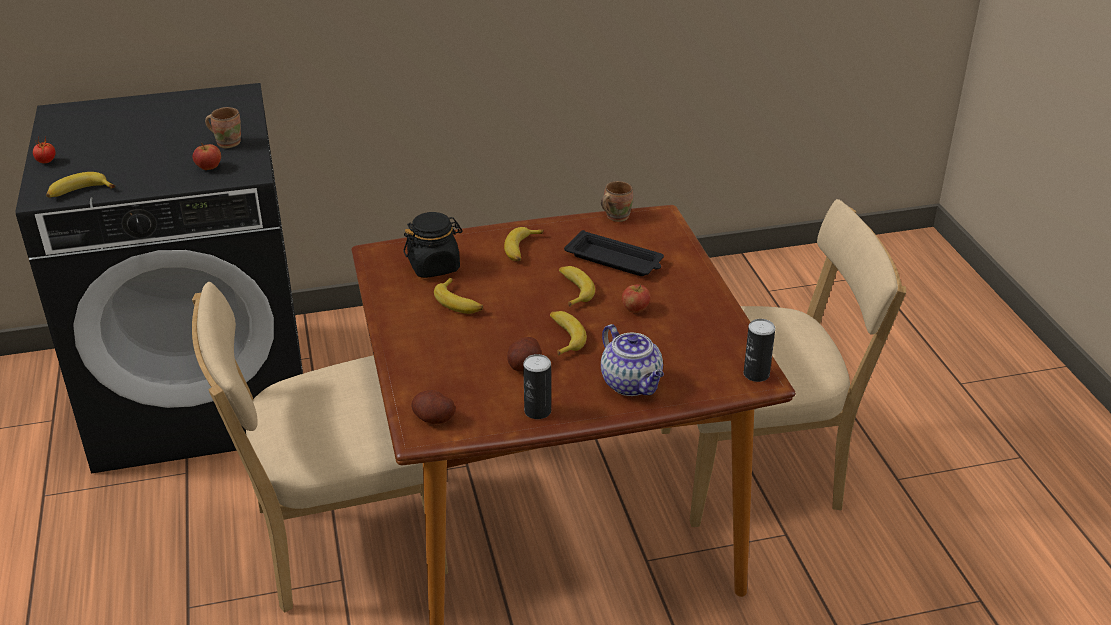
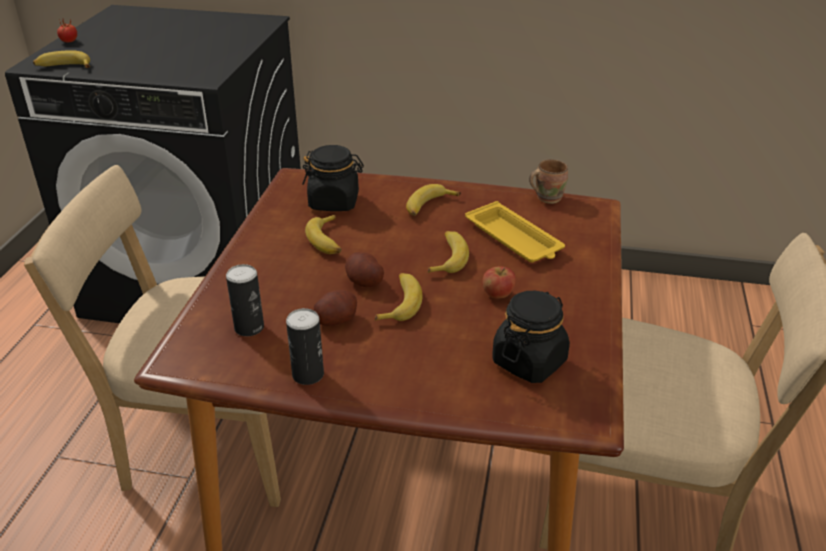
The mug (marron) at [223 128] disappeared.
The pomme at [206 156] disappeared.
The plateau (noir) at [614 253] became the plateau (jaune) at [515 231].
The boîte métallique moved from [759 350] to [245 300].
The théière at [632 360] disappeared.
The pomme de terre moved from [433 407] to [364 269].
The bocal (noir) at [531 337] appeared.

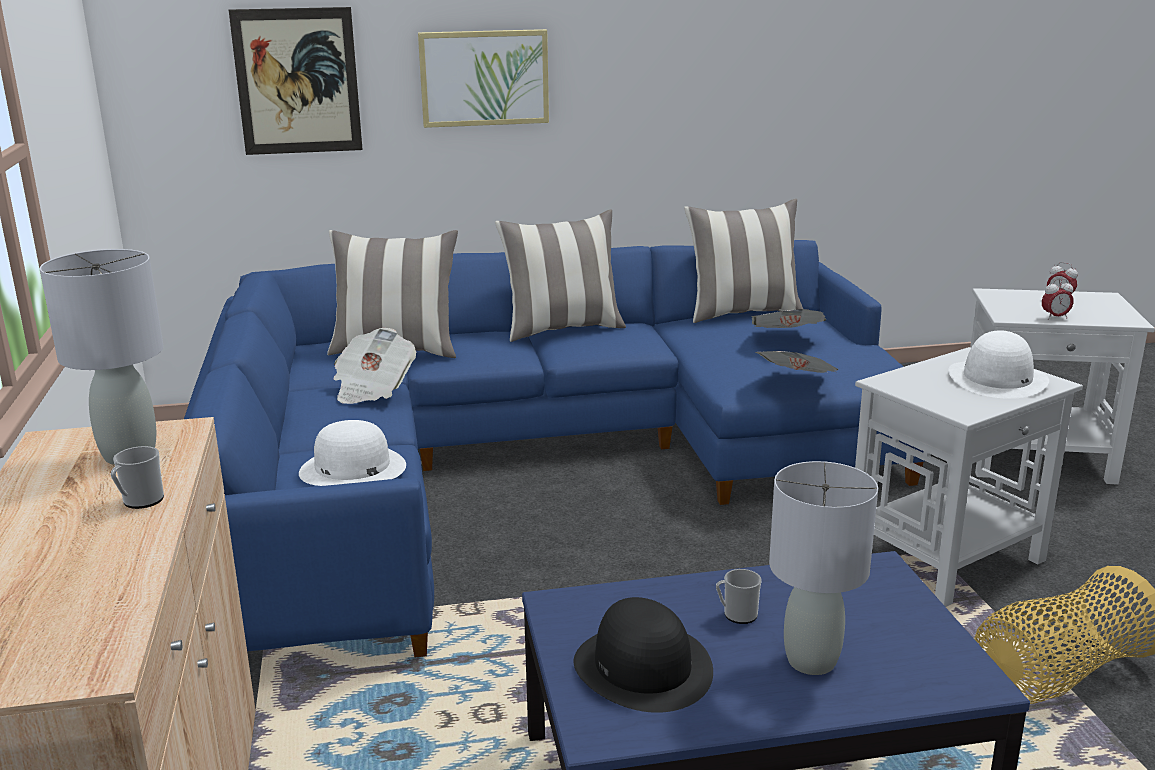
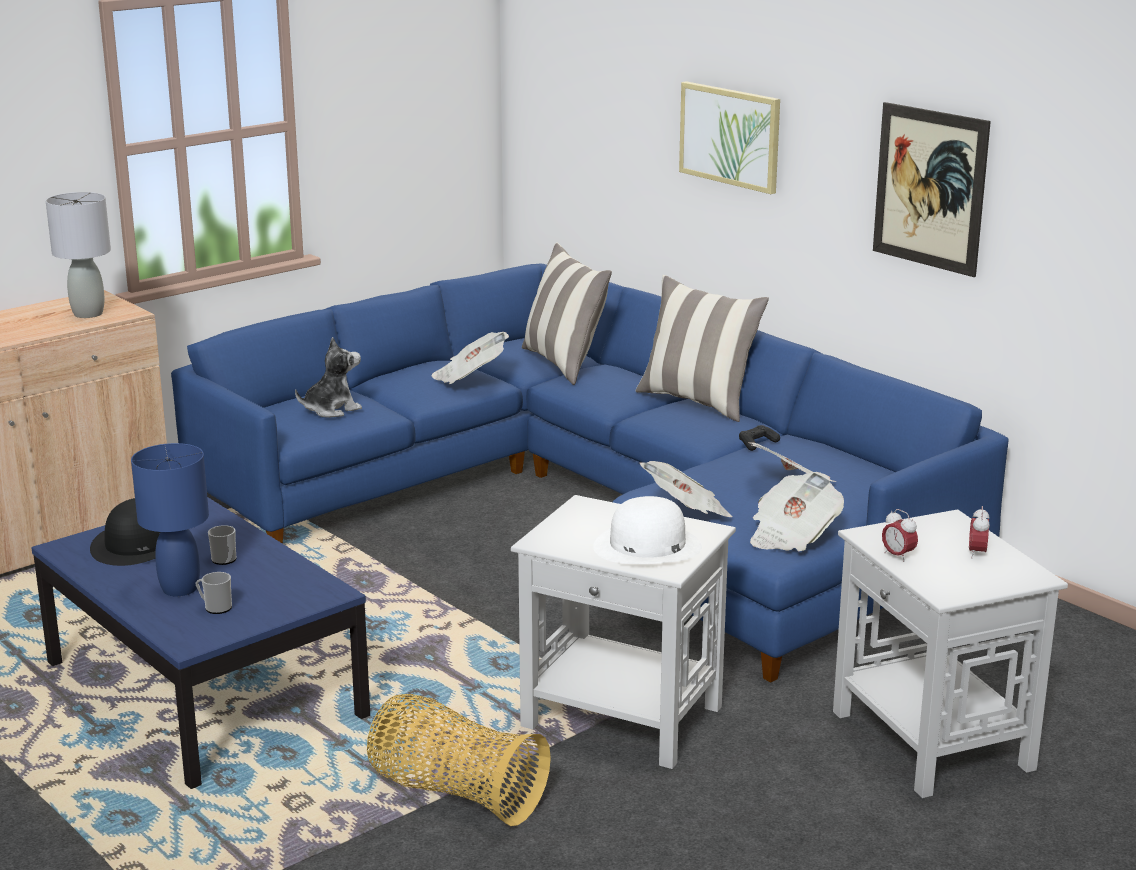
The tableau moved from [296 81] to [932 189].
The coussin at [743 261] disappeared.
The chapeau (blanc) at [352 453] was replaced by the peluche at [328 377].
The mug moved from [137 477] to [213 593].
The lampe de table (gris) at [823 568] became the lampe de table (bleu) at [170 520].
The manette (noir) at [759 438] appeared.
The journal at [797 511] appeared.

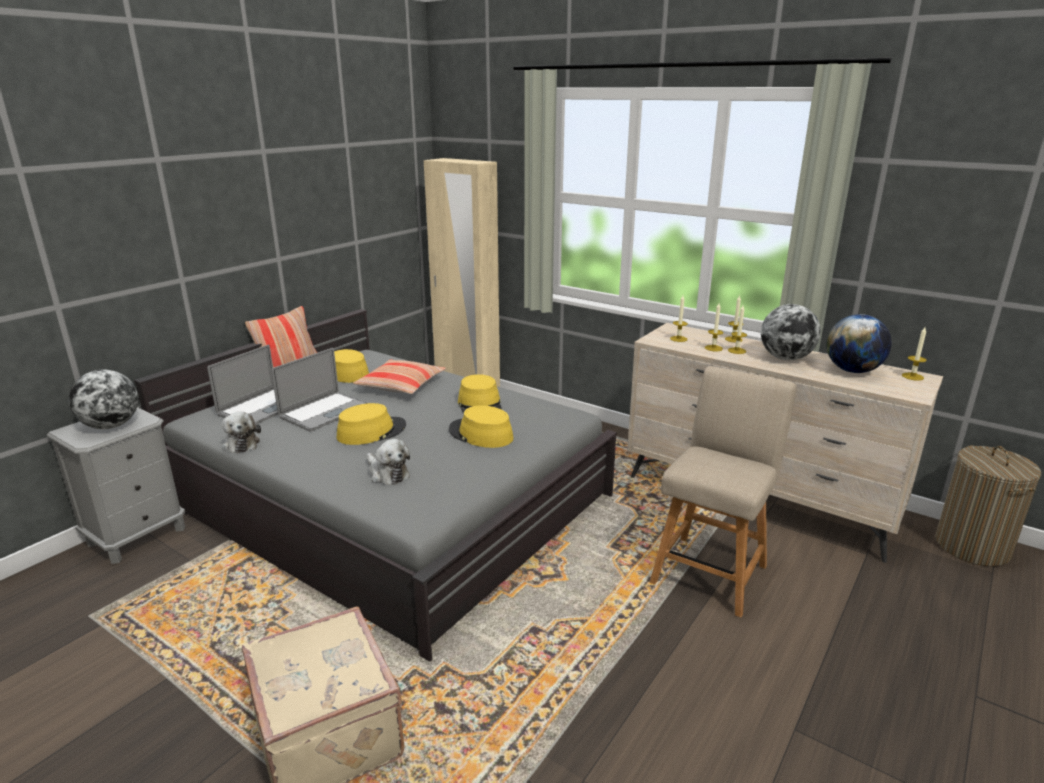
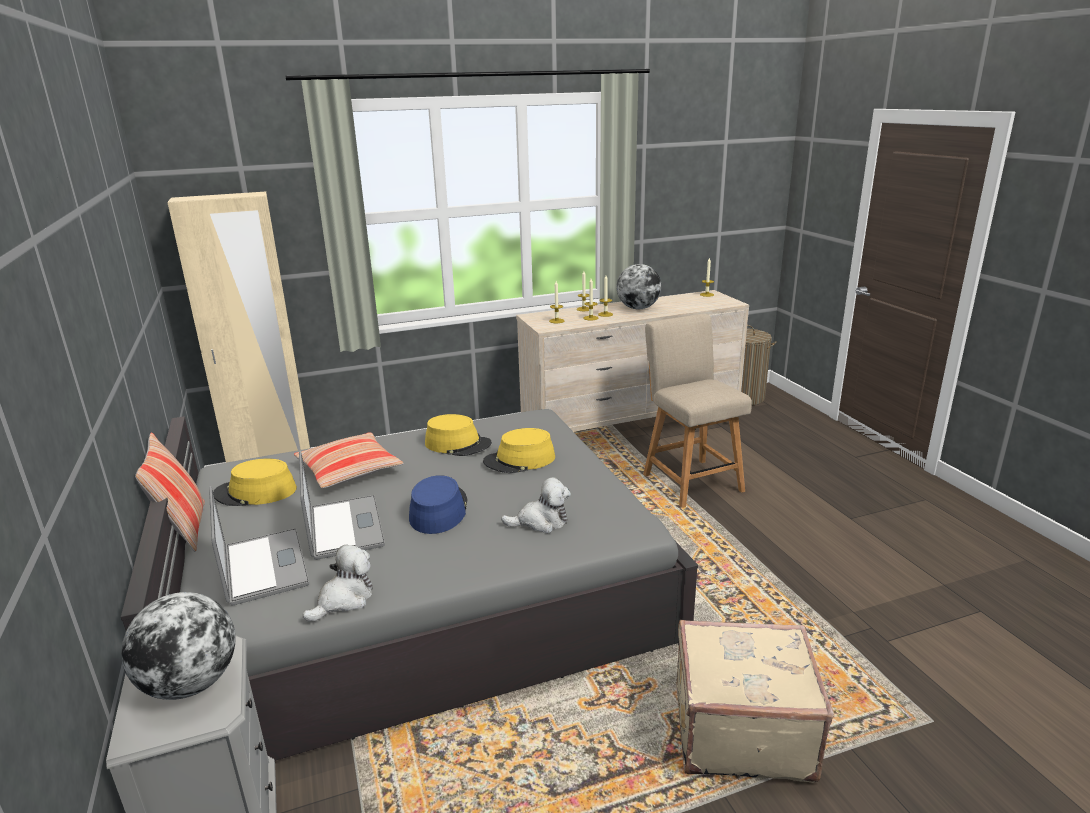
The globe at [859 343] disappeared.
The chapeau (jaune) at [371 424] became the chapeau (bleu) at [438 504].
The peluche at [241 432] turned 60 degrees counterclockwise.

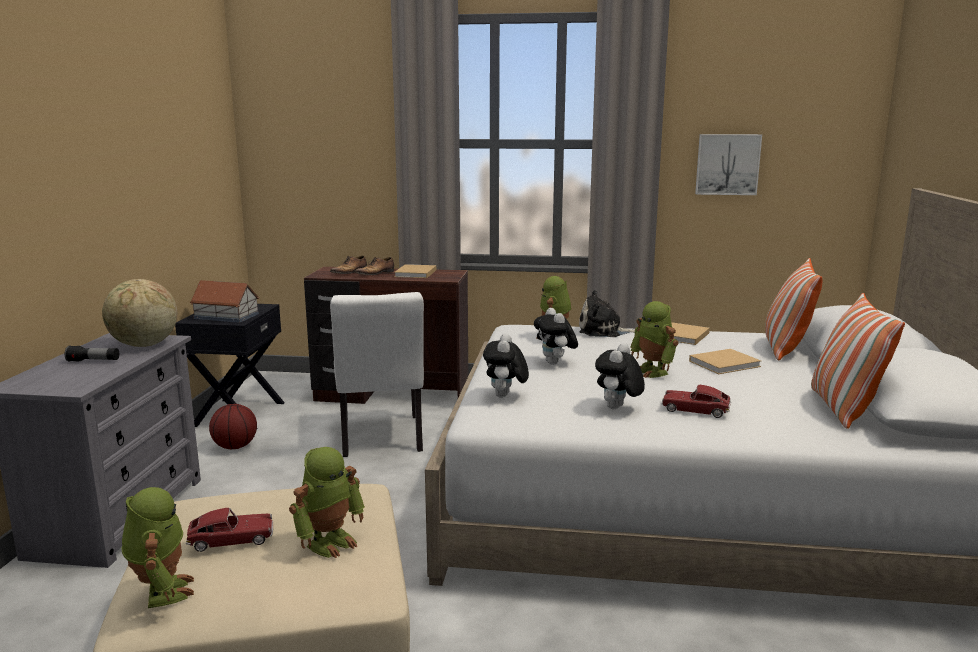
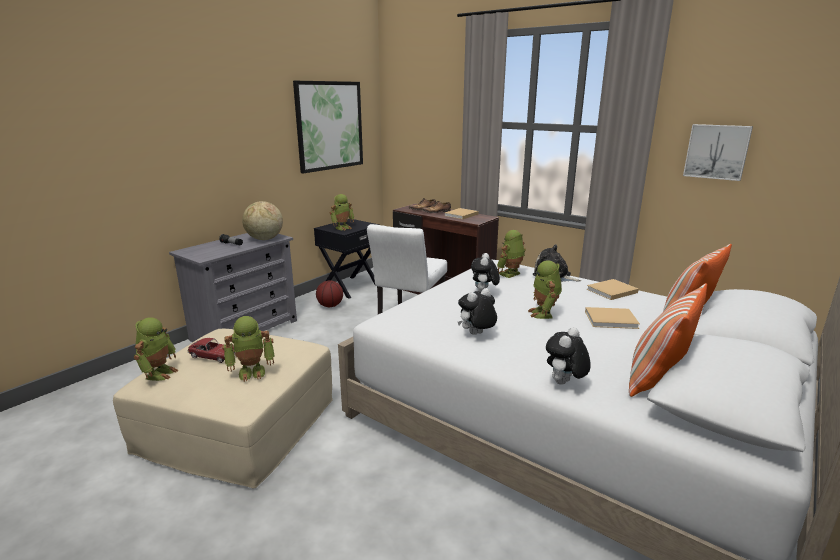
The maison miniature at [225 301] was replaced by the robot jouet at [342 212].
The peluche moved from [506 365] to [568 356].
The petite voiture at [696 401] disappeared.
The tableau at [328 127] appeared.

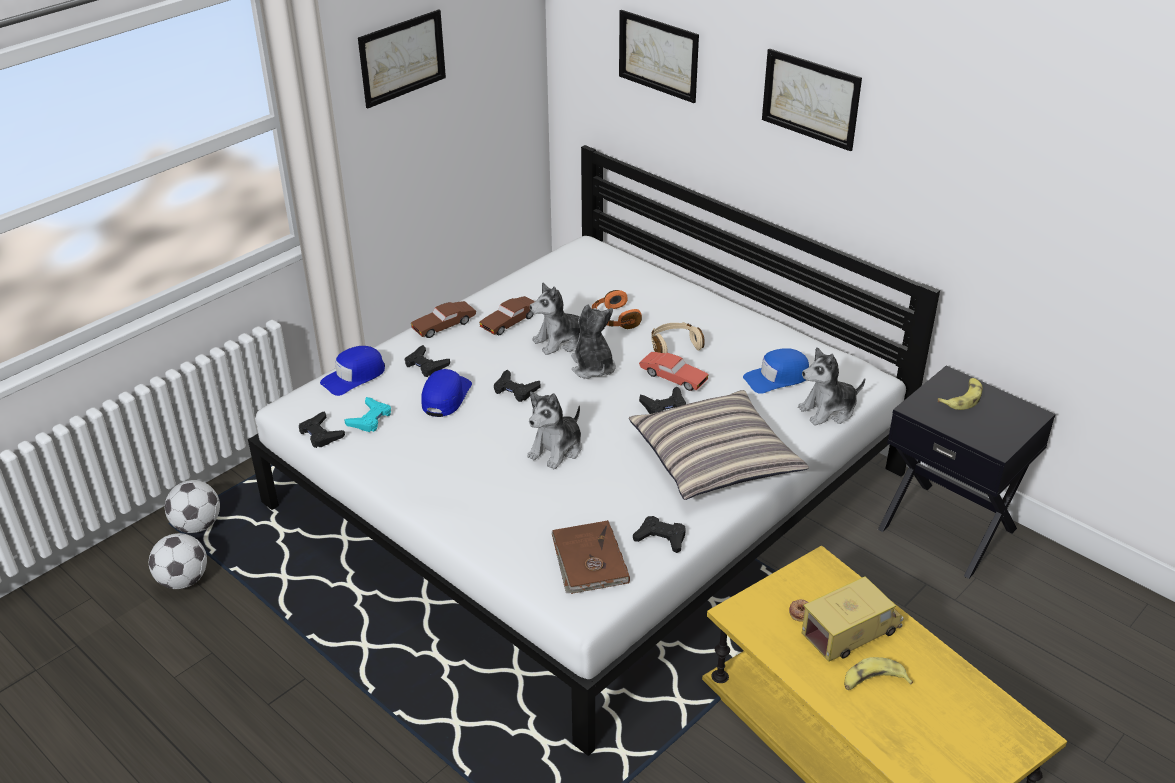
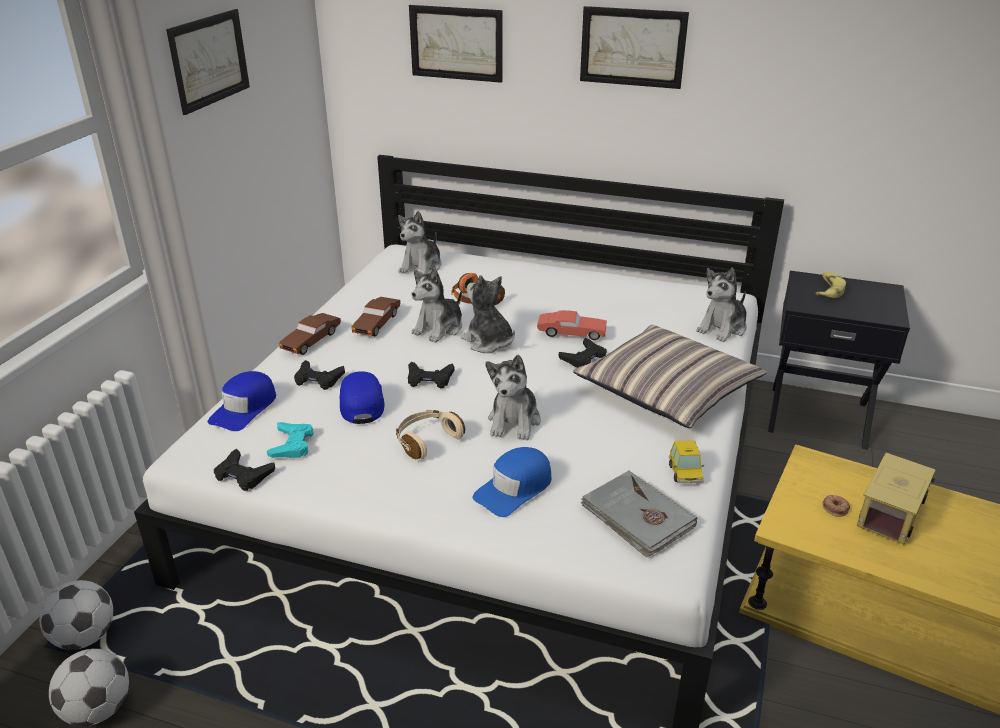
The casque audio (beige) moved from [678 337] to [430 434].
The casquette (bleu) moved from [776 371] to [512 482].
The manette (noir) at [659 534] was replaced by the petite voiture at [686 462].
The livre (marron) at [591 557] became the livre (gris) at [639 513].
The banane at [878 673] disappeared.
The peluche at [420 242] appeared.

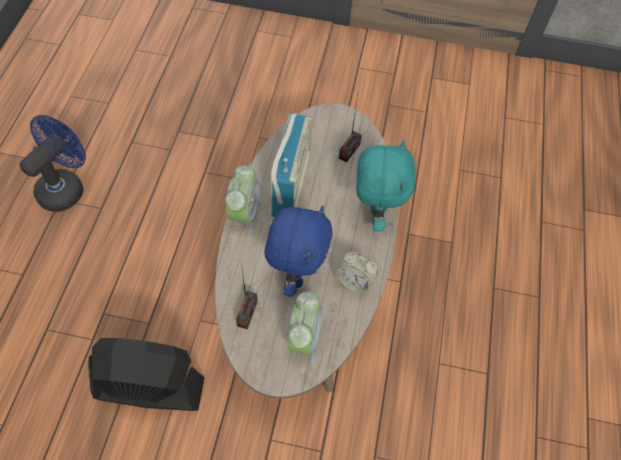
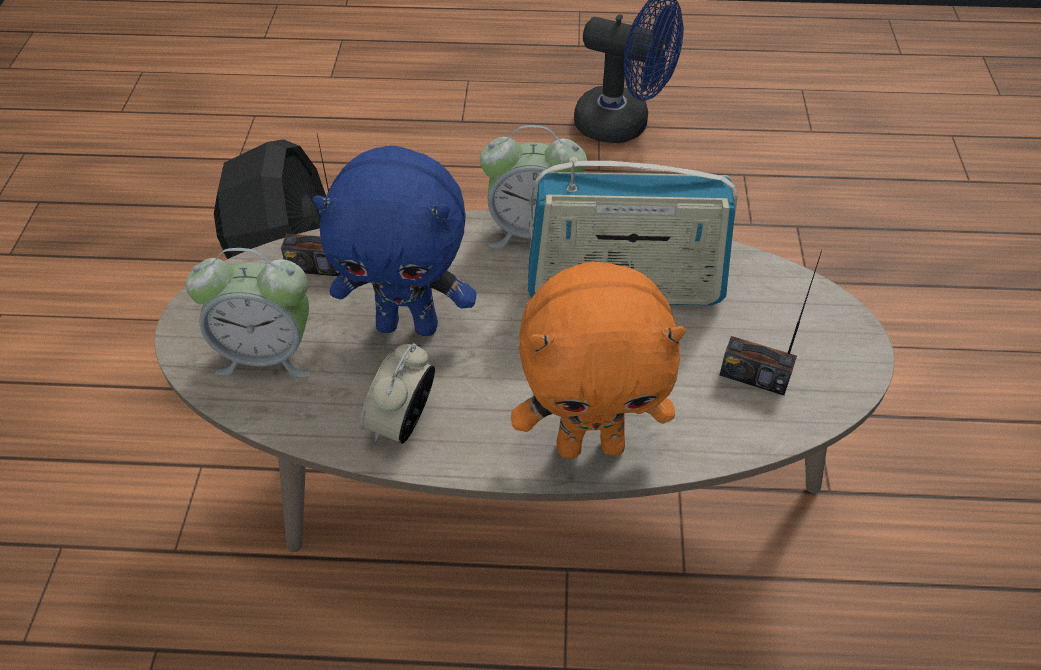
The peluche (turquoise) at [386 186] became the peluche (orange) at [598 360].

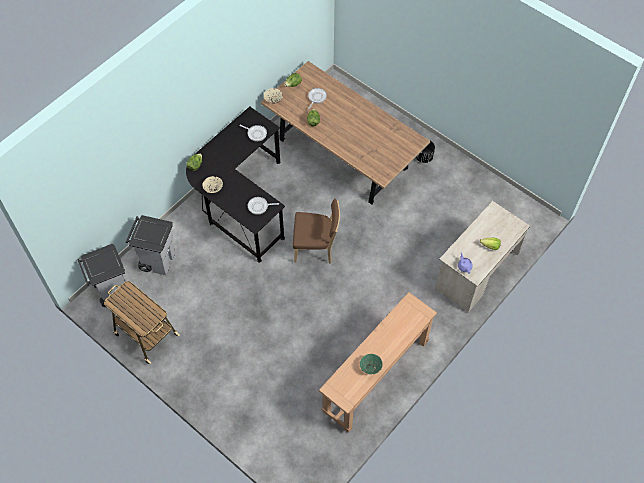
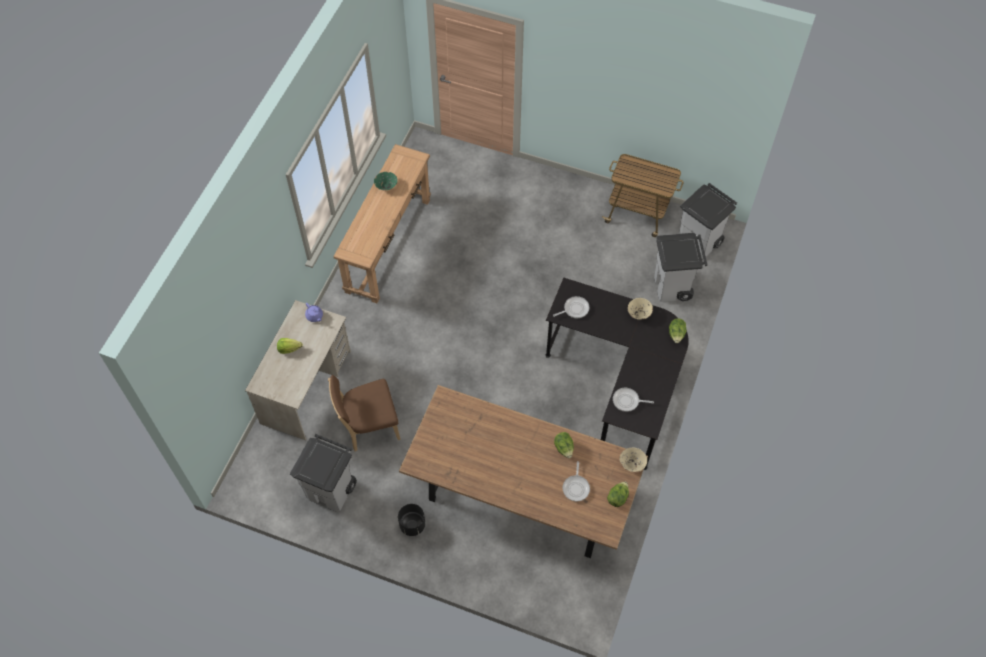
The chaise (marron) moved from [316 231] to [364 413].
The poubelle (gris) at [323 473] appeared.

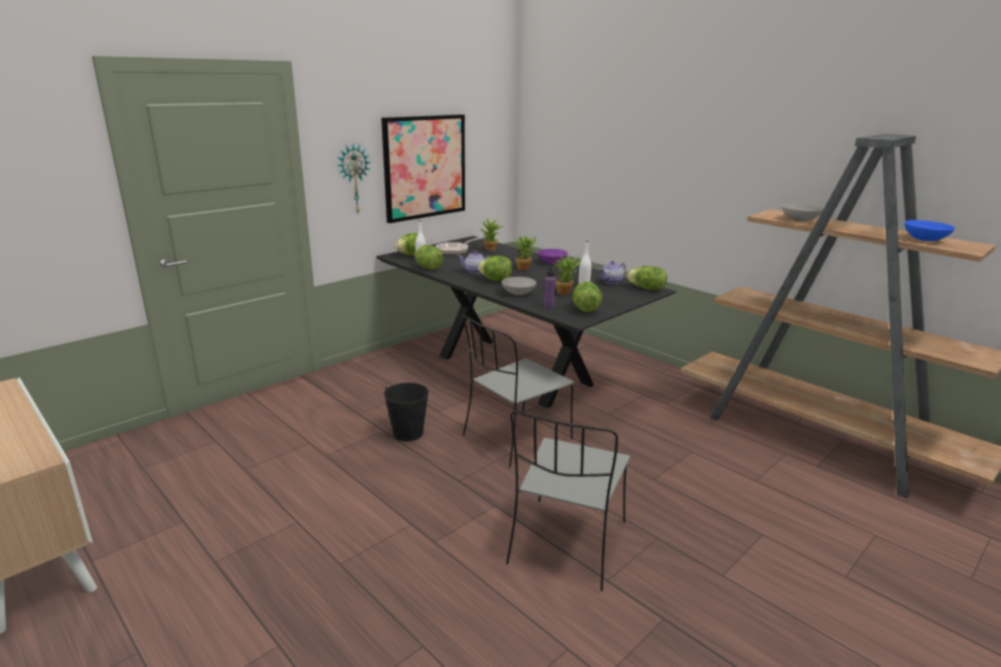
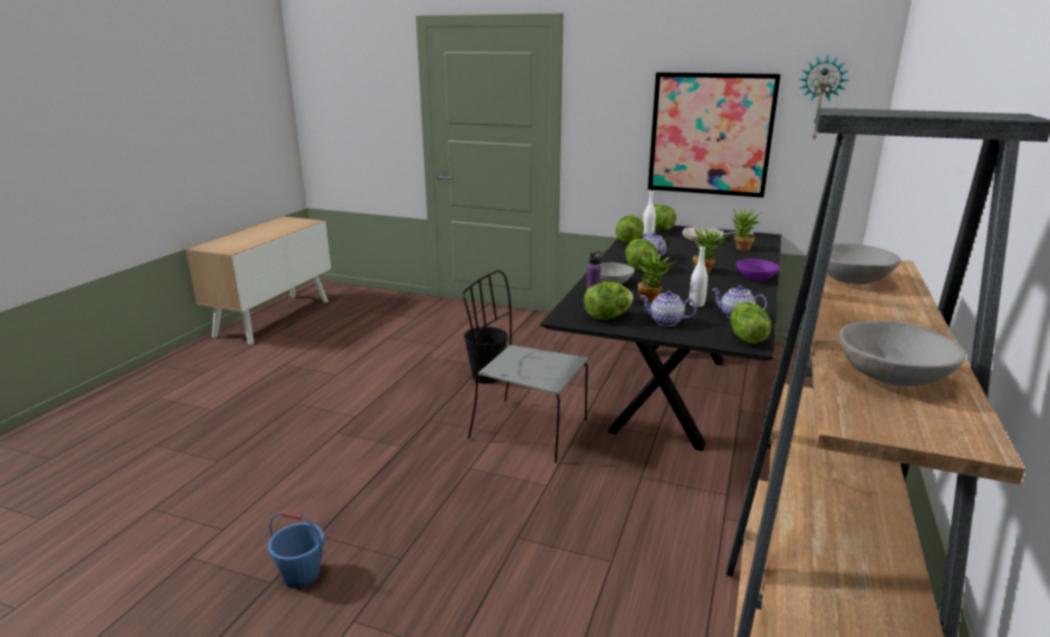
The horloge murale moved from [354 178] to [824 97].
The bol (bleu) at [929 230] became the bol (gris) at [903 353].
The chaise (gris) at [568 501] disappeared.
The théière at [668 308] appeared.
The seau (bleu) at [296 550] appeared.

